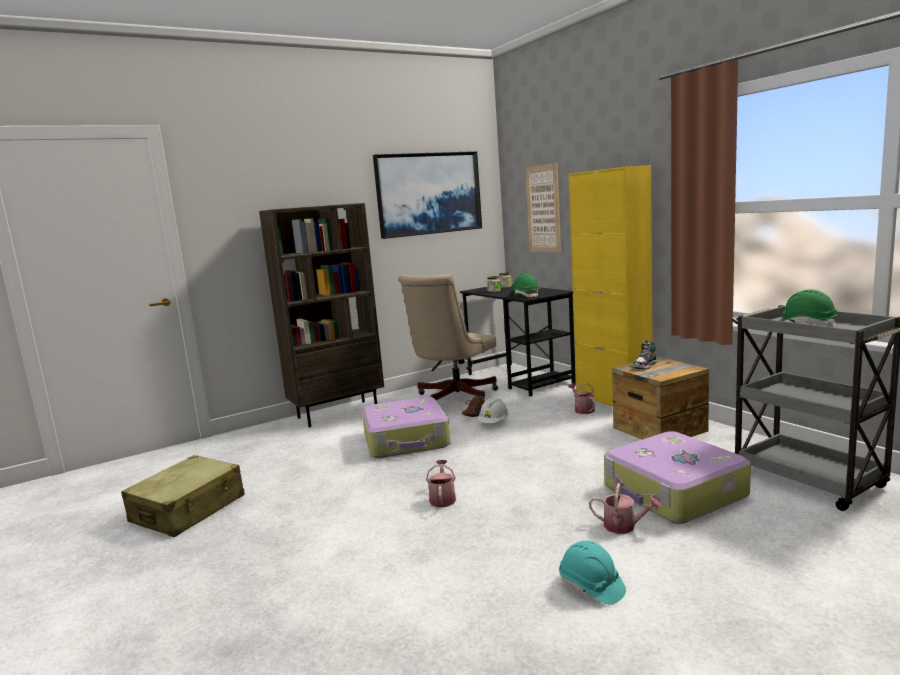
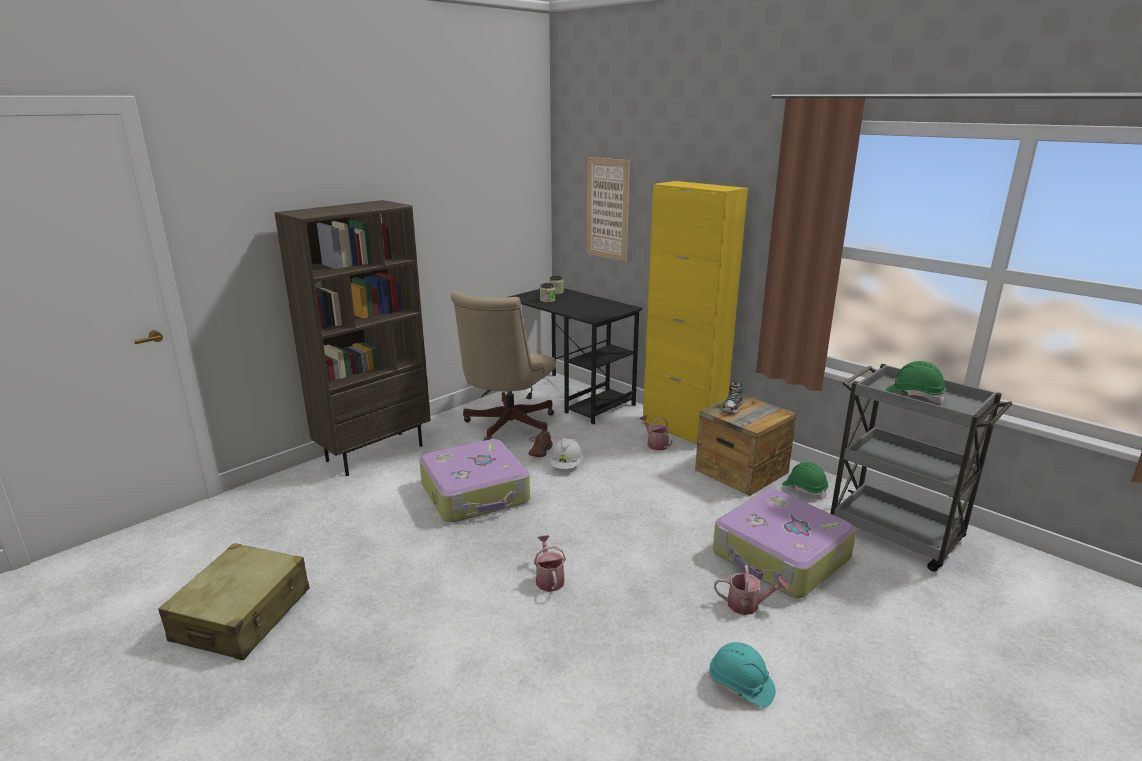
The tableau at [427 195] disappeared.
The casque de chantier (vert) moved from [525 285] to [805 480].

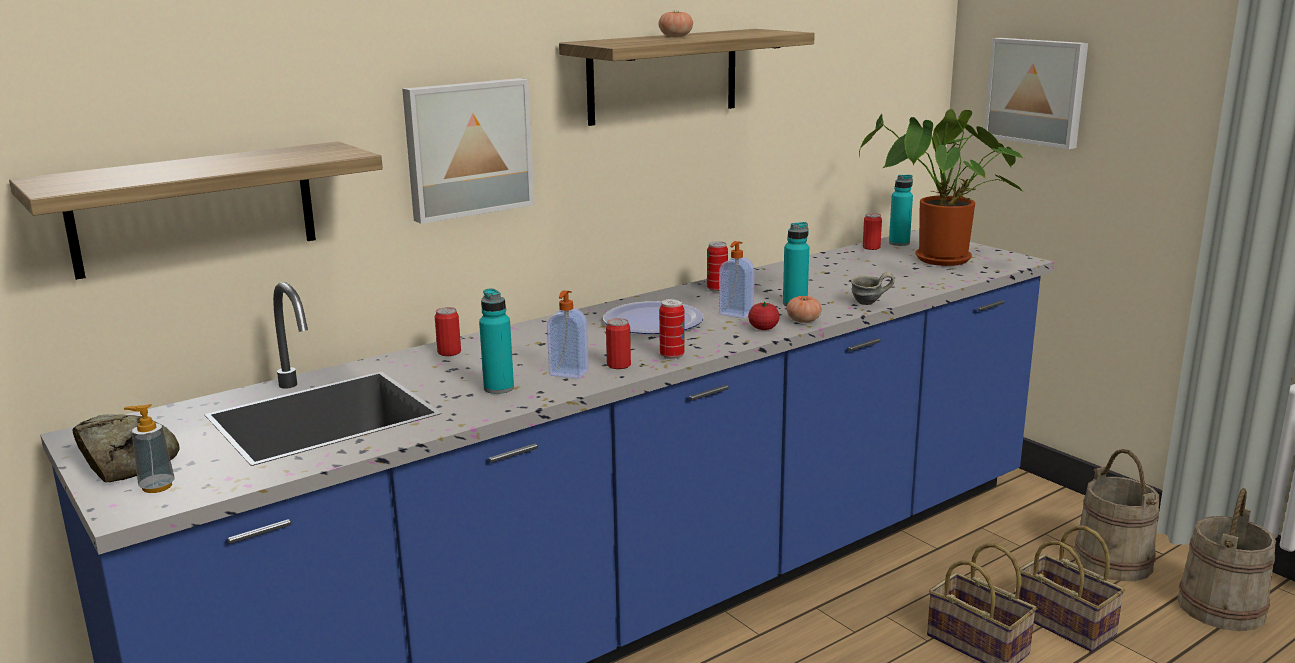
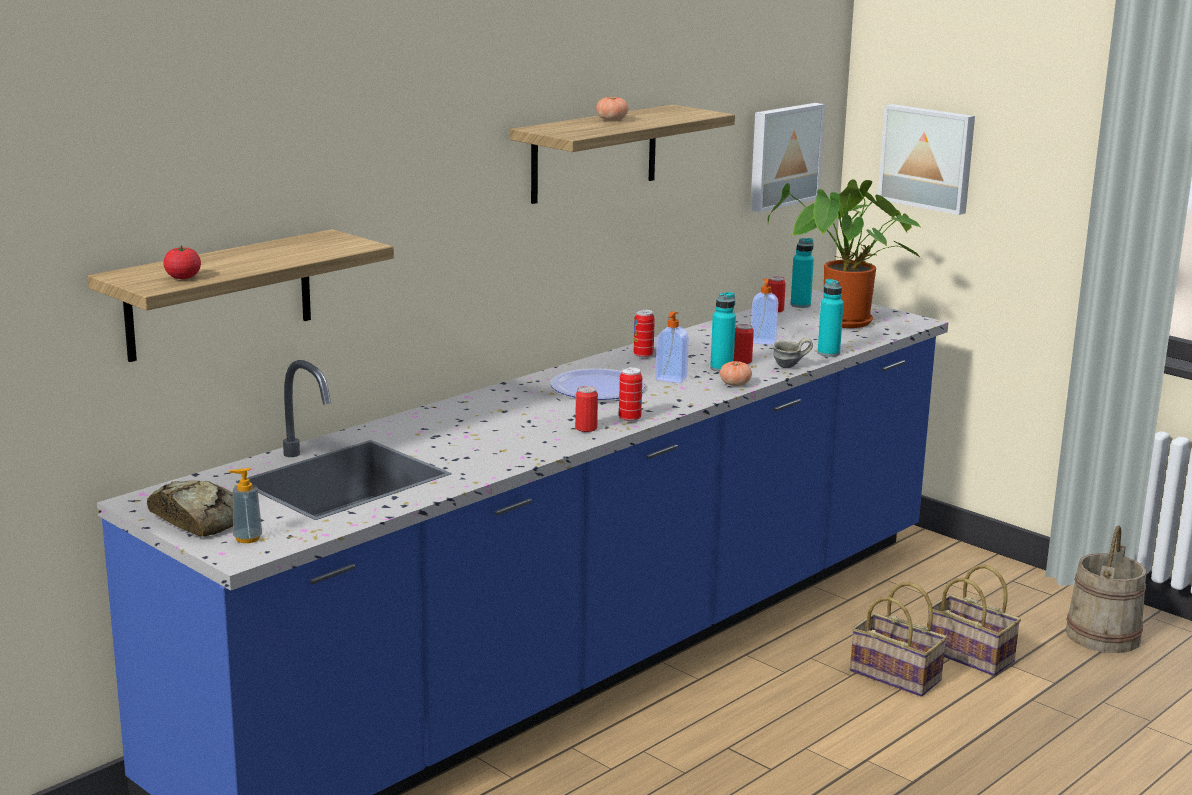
The tableau moved from [468 151] to [787 157].
The bouteille (turquoise) moved from [496 341] to [831 318].
The distributeur de savon moved from [568 334] to [764 312].
The tomate moved from [764 316] to [182 262].
The boîte métallique moved from [448 331] to [744 344].
The seau (beige) at [1116 515] disappeared.

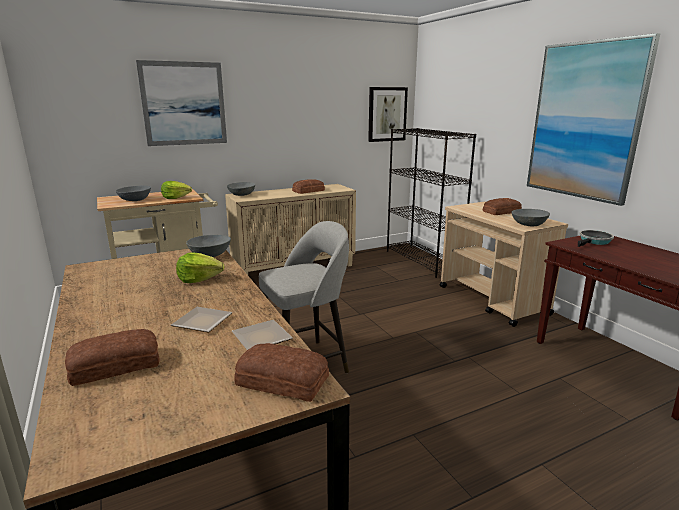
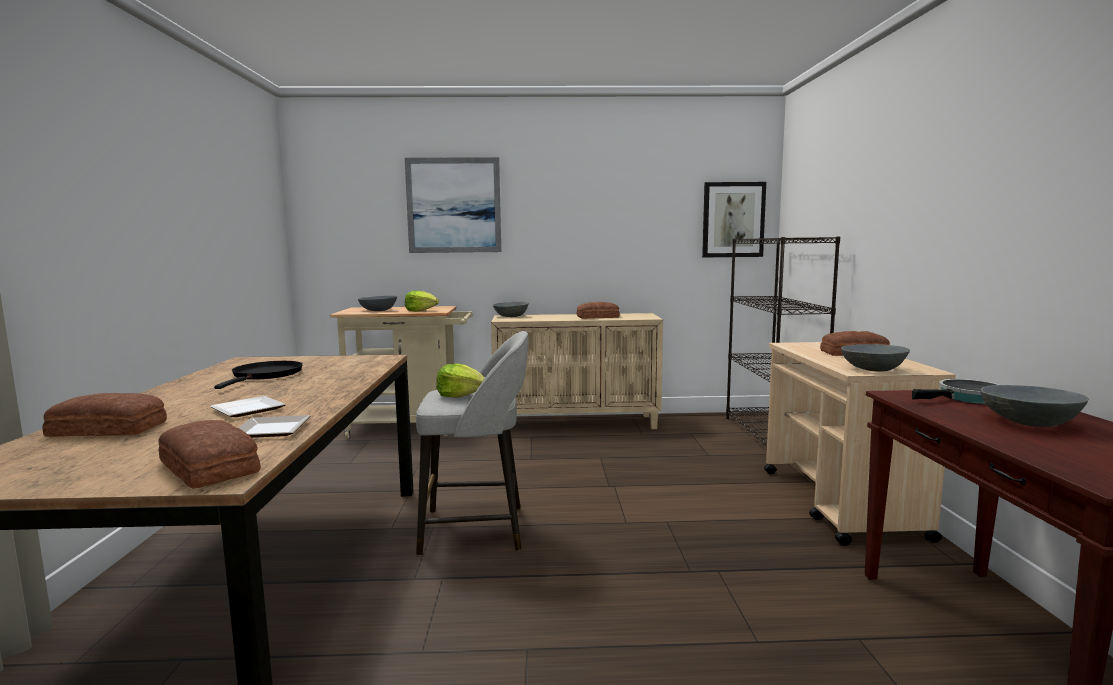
The tableau at [593 119] disappeared.
The bol (gris) moved from [208 246] to [1035 406].
The laitue moved from [200 267] to [460 380].
The poêle (noir) at [258 375] appeared.

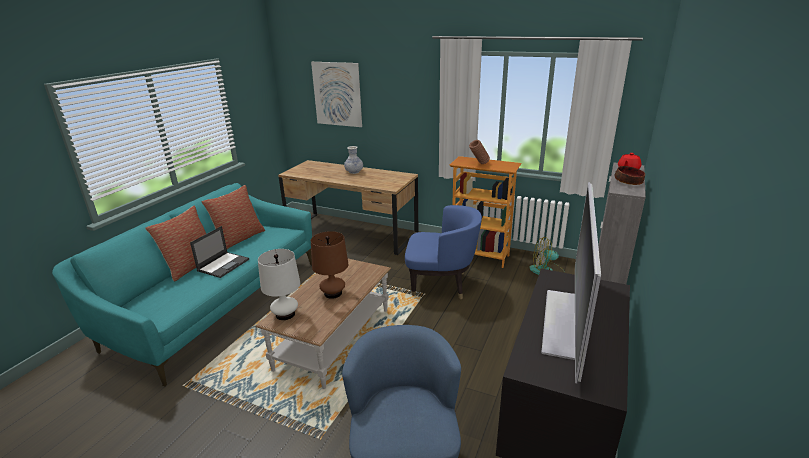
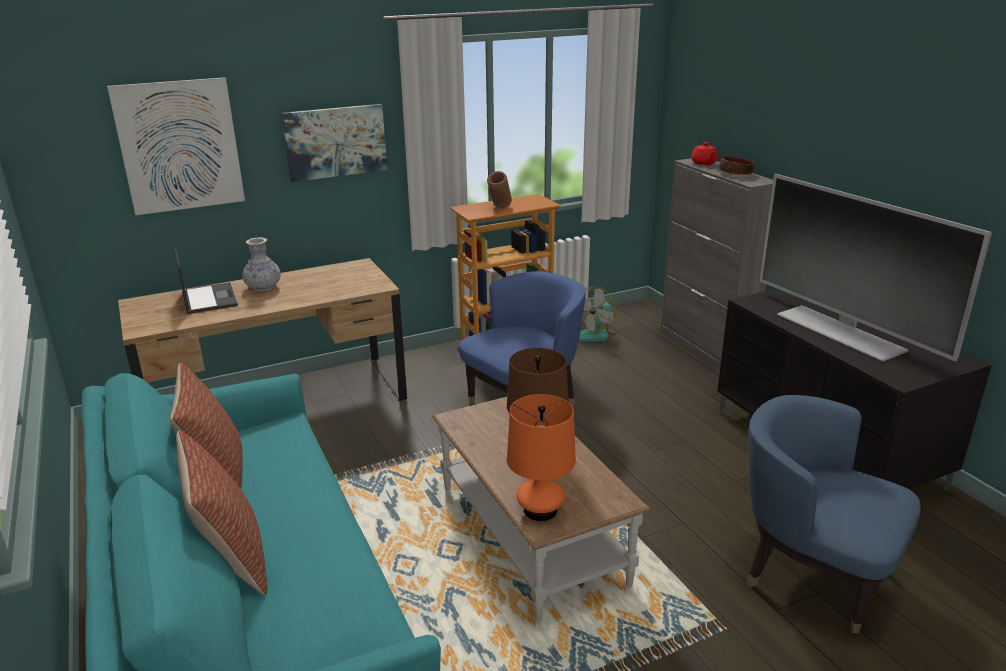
The ordinateur portable moved from [219 252] to [206 280].
The lampe de table (blanc) at [279 284] became the lampe de table (orange) at [541 457].
The tableau at [334 143] appeared.

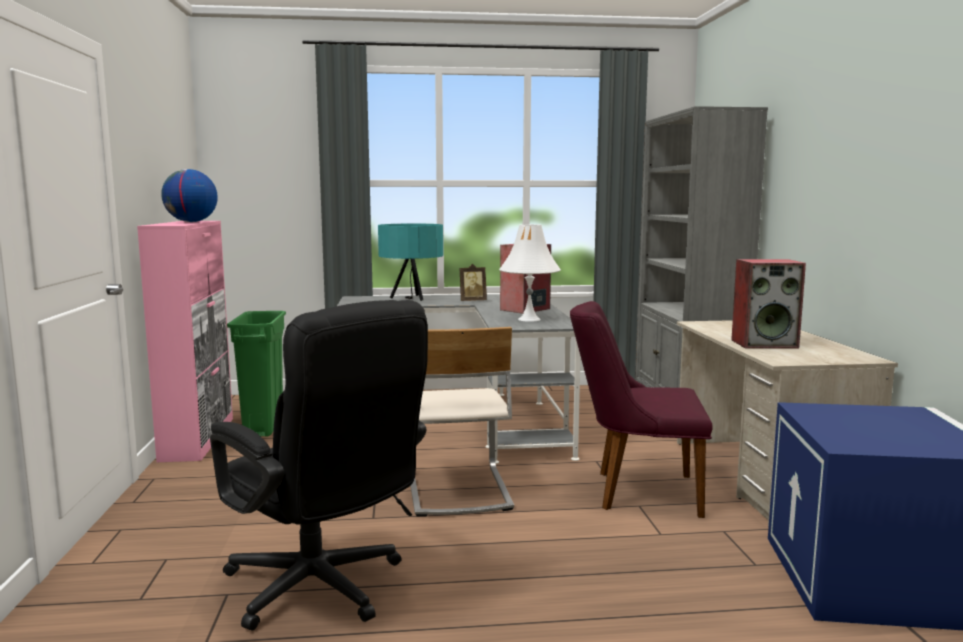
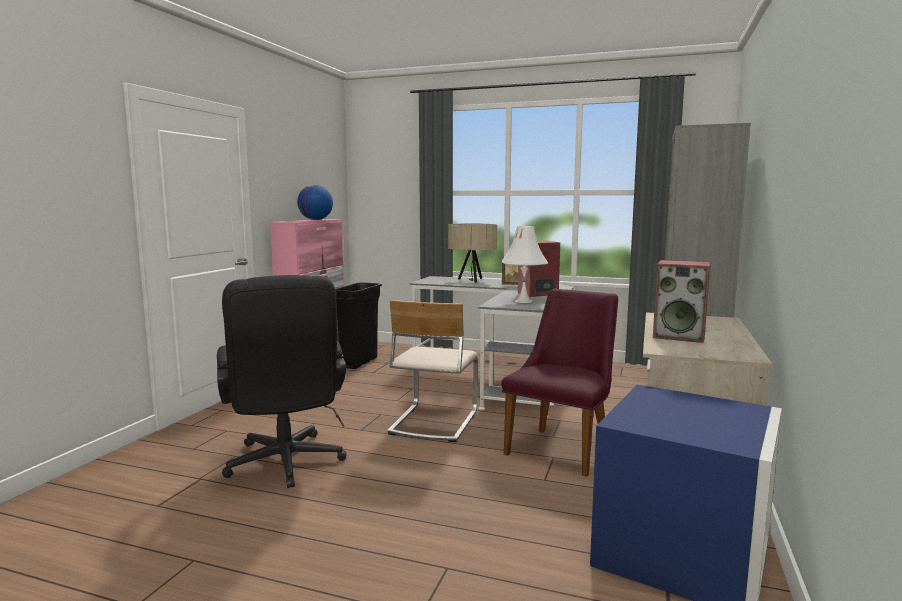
The lampe de table (turquoise) at [410 262] became the lampe de table (beige) at [472 253].
The chaise (violet) at [641 409] turned 90 degrees clockwise.
The poubelle (vert) at [256 374] became the poubelle (noir) at [358 325].

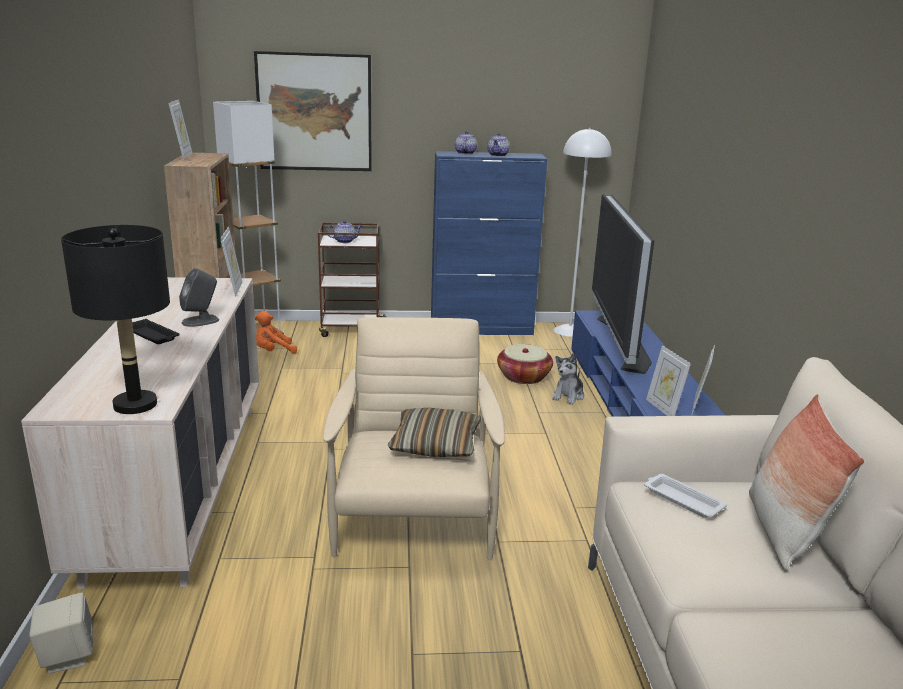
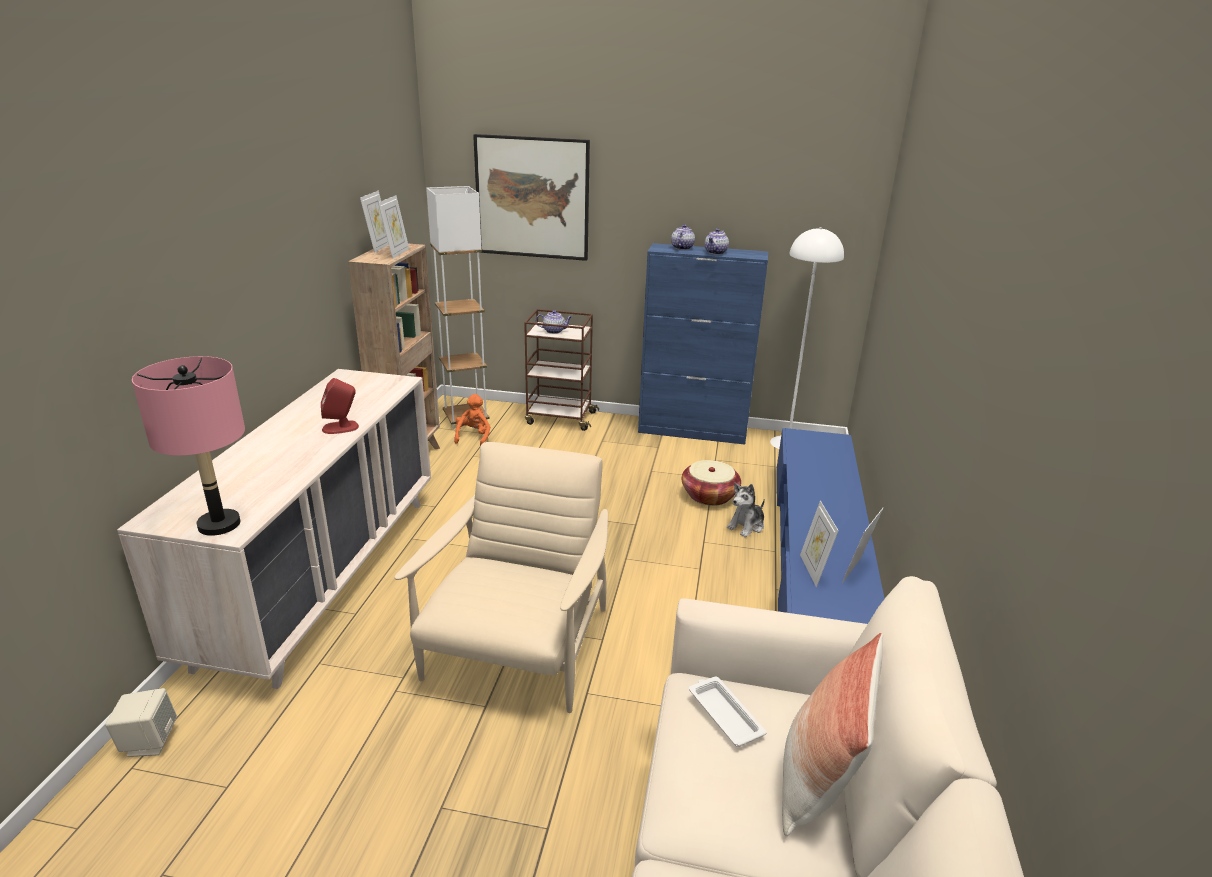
The téléviseur at [623 284] disappeared.
The lampe de table (noir) at [115 319] became the lampe de table (rose) at [188 446].
The cadre photo moved from [231 262] to [393 227].
The enceinte (gris) at [199 297] became the enceinte (rouge) at [340 406].
The peluche (orange) at [276 332] turned 105 degrees clockwise.
The plateau (noir) at [156 331] disappeared.
The coussin at [434 432] disappeared.

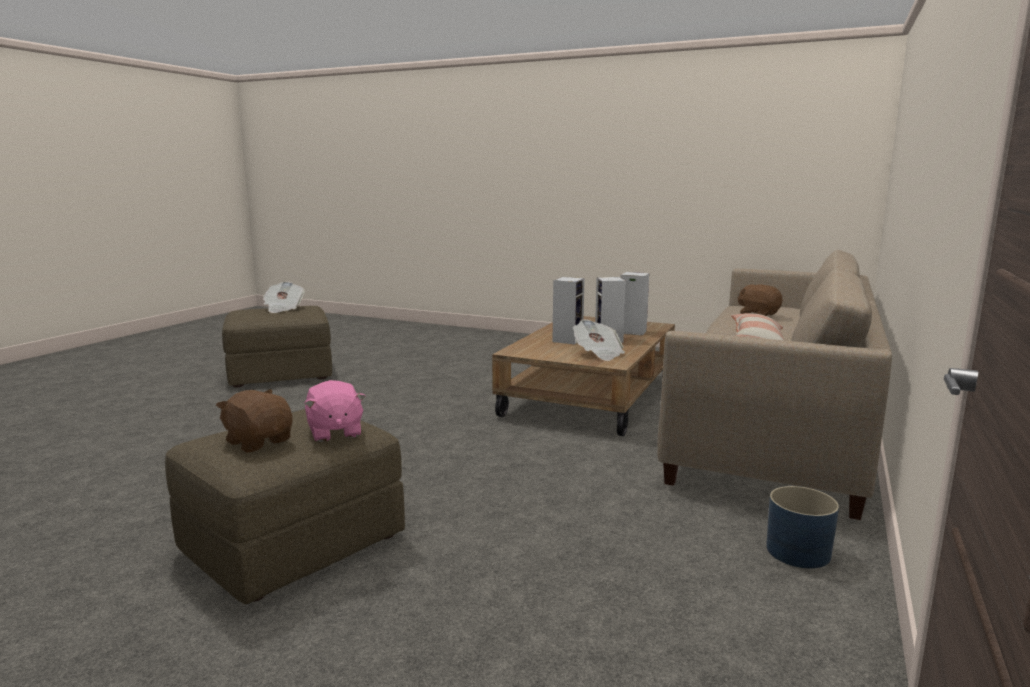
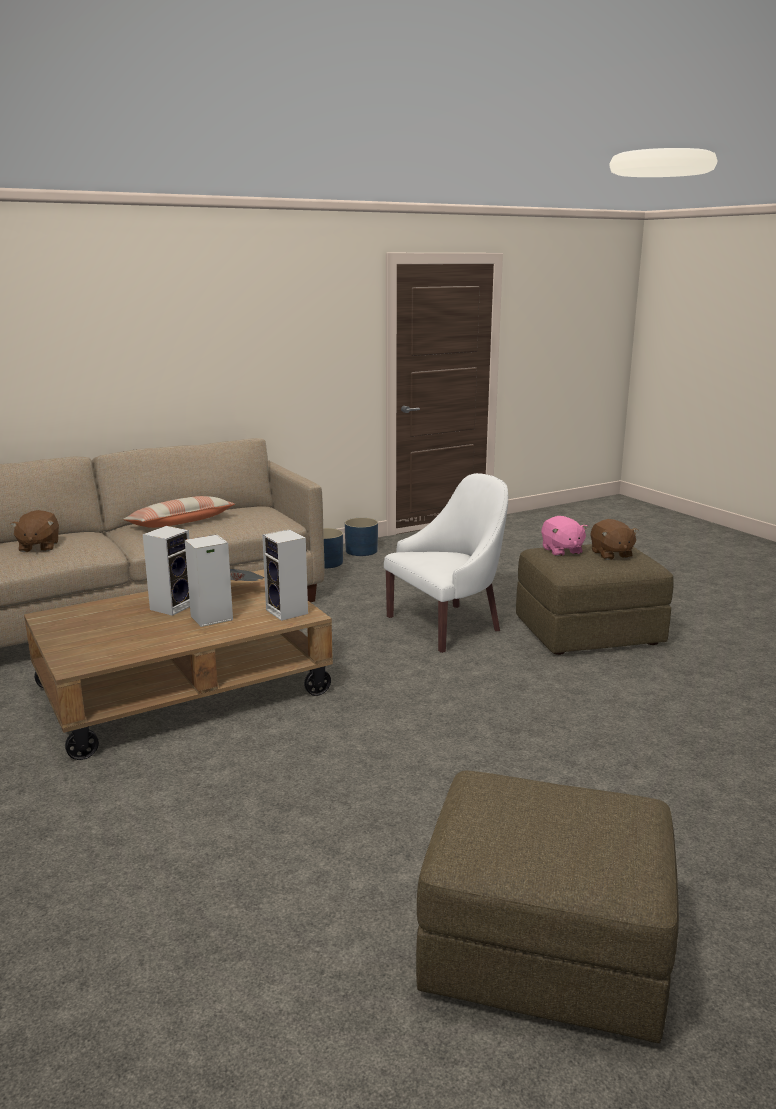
The enceinte moved from [635 304] to [285 575].
The journal at [283 297] disappeared.
The peluche (rose) at [334 411] turned 150 degrees clockwise.
The fauteuil (blanc) at [446 563] appeared.
The cache-pot (bleu) at [361 537] appeared.

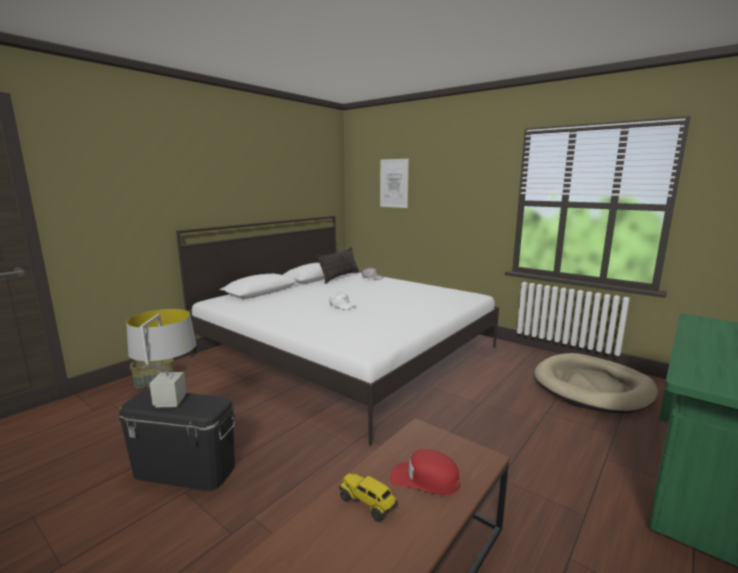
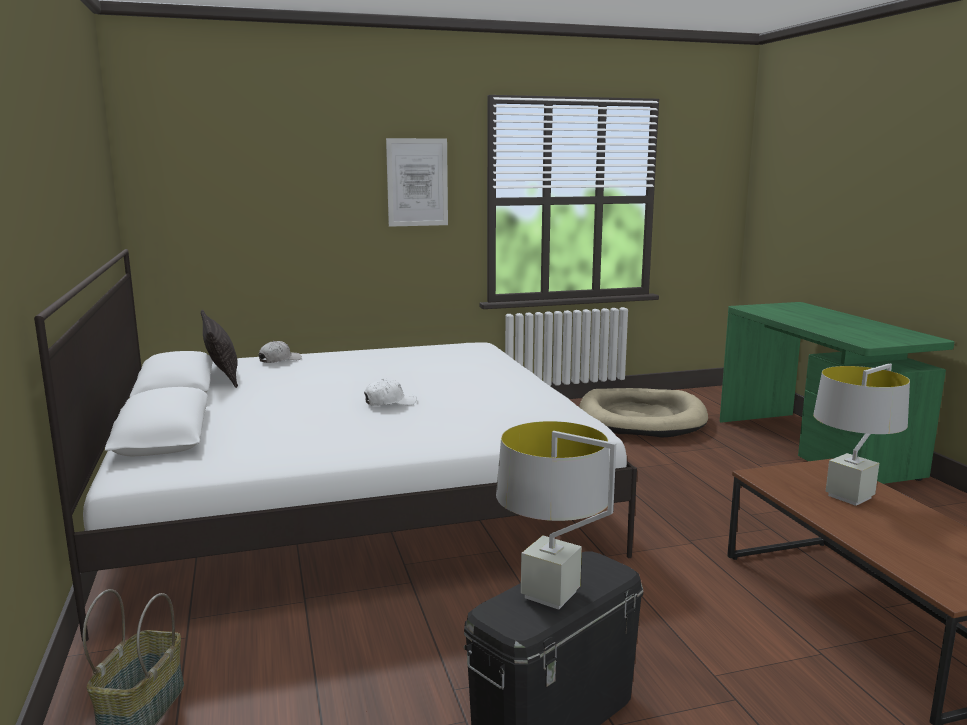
The tableau moved from [394 183] to [417 182].
The casquette (rouge) at [425 472] was replaced by the lampe de table (gris) at [861 434].
The camion jouet at [369 497] disappeared.

